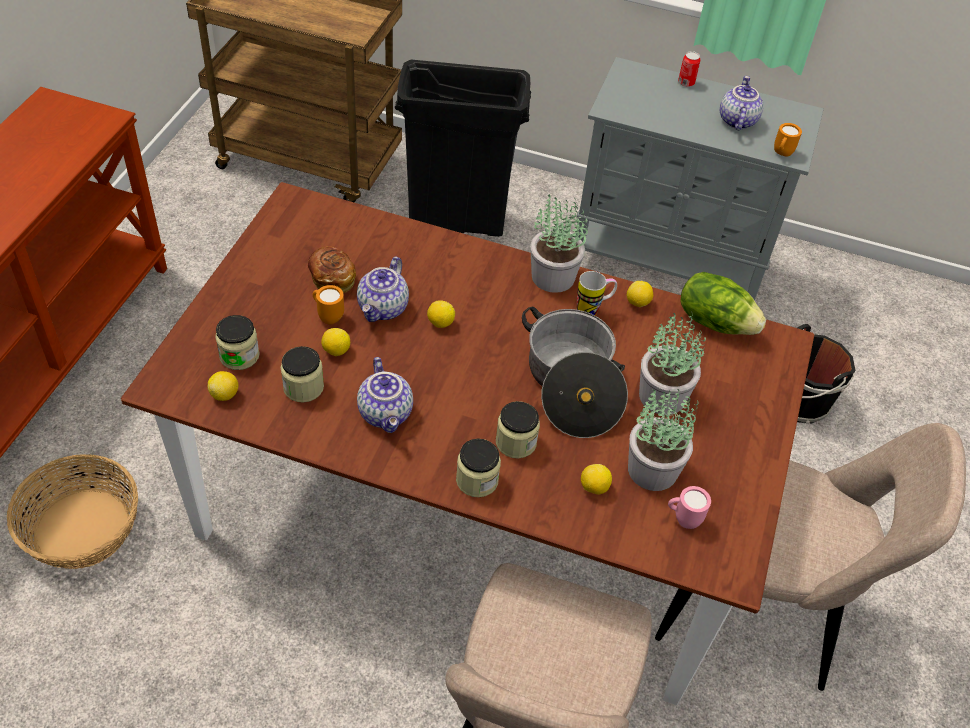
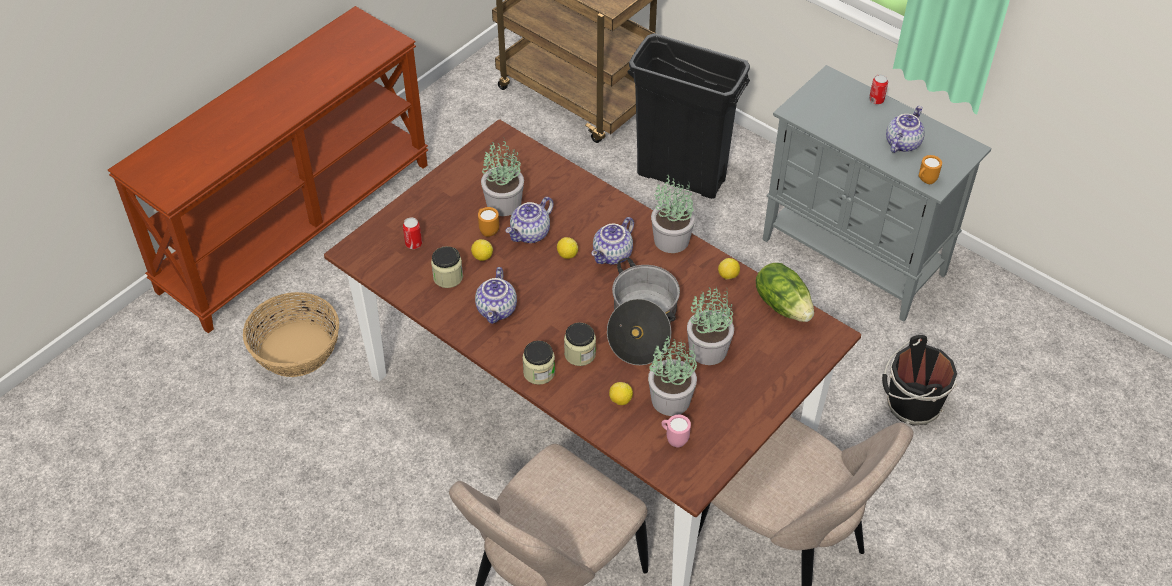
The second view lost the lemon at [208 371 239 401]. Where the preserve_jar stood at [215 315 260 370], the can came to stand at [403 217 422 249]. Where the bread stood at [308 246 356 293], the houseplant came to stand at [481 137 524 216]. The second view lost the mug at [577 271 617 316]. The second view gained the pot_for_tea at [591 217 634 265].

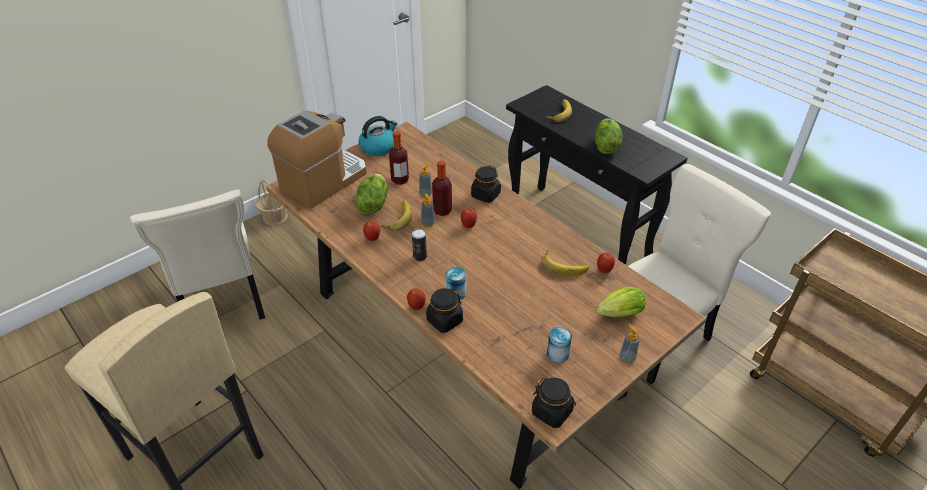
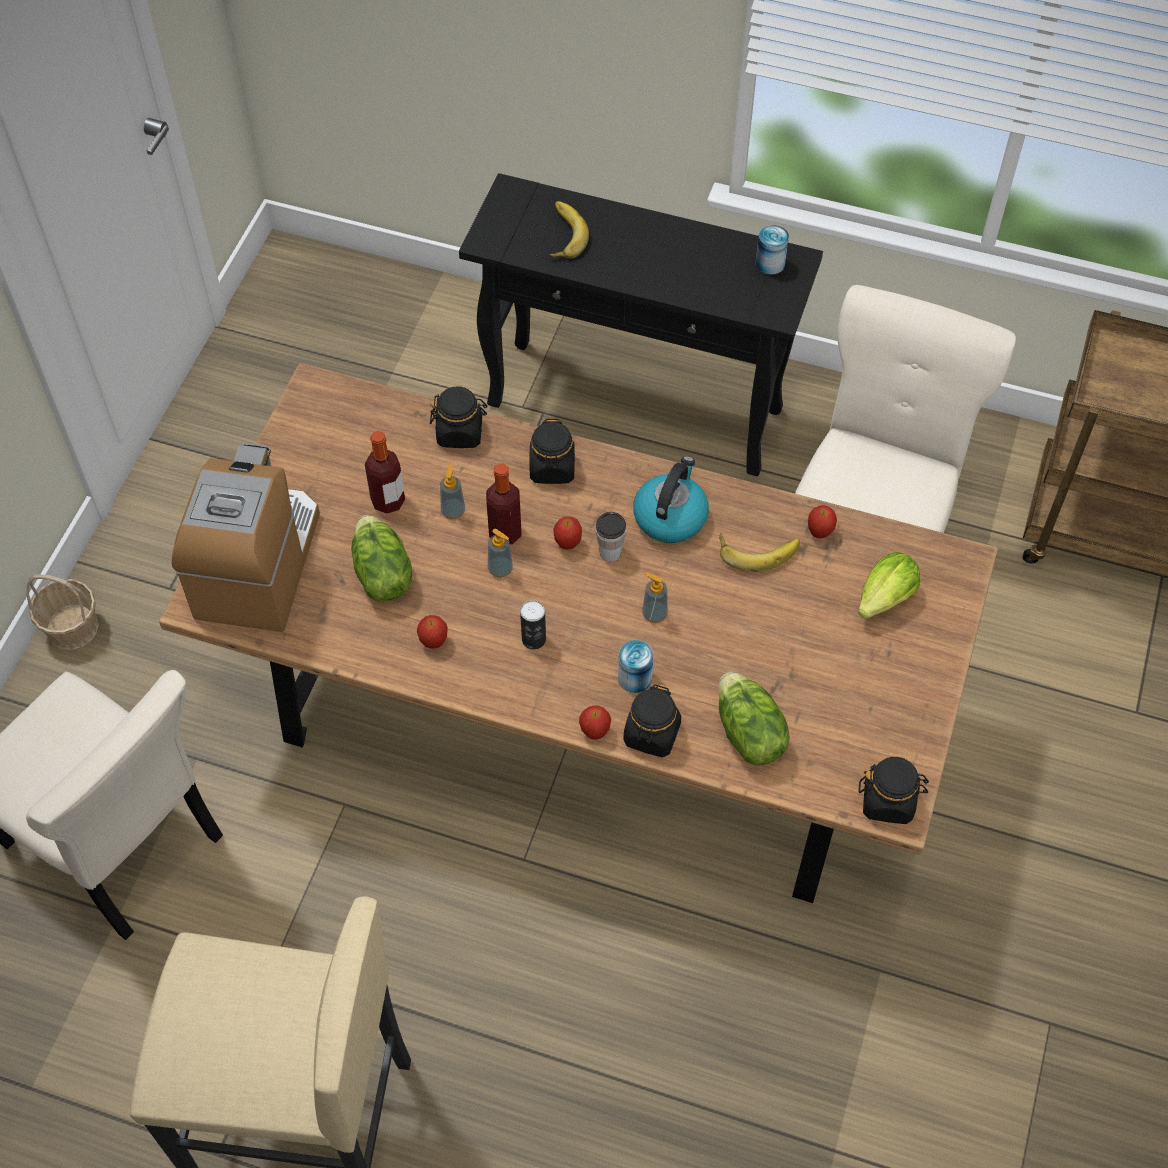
The tea_kettle ended up elsewhere, having gone from [359 116 397 156] to [633 456 709 543]. The second view lost the banana_fruit at [380 200 412 231]. The can ended up elsewhere, having gone from [547 327 572 363] to [756 225 789 275]. The lettuce_head ended up elsewhere, having gone from [595 118 622 154] to [718 672 790 766]. The soap_dispenser ended up elsewhere, having gone from [619 324 640 364] to [642 573 668 623]. The second view gained the black_preserve_jar at [430 386 488 448]. The second view gained the drinking_cup at [596 512 626 561].

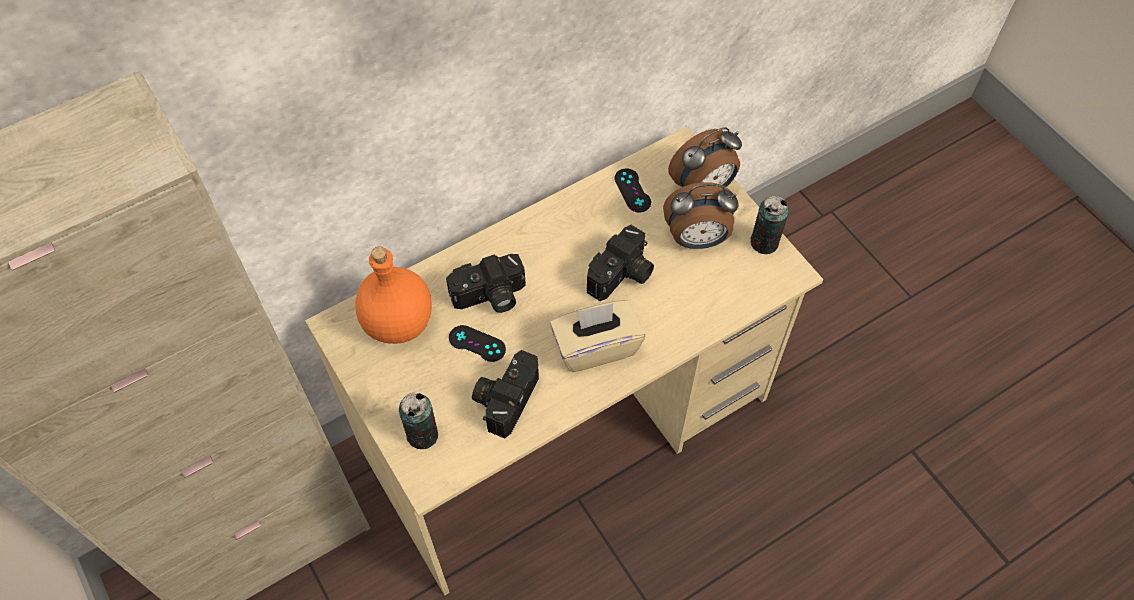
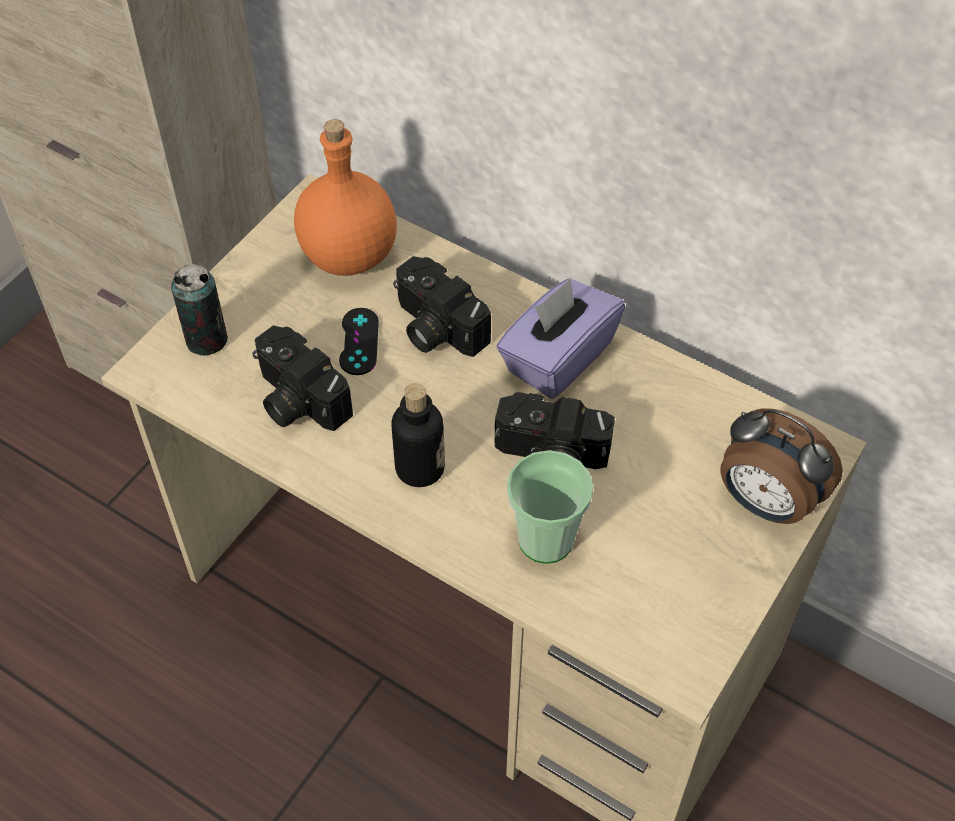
The still_camera at [472 350 539 438] ended up facing another way, 135 degrees counterclockwise from before. Where the beige_tissue_box stood at [550 300 645 372], the drink_bottle came to stand at [391 383 445 487]. The second view lost the black_gamepad at [614 168 651 212]. The second view lost the bedside_clock at [663 182 738 249]. The second view lost the can at [751 196 789 254]. The second view gained the purplish_tissue_box at [496 278 625 399]. The second view gained the drinking_cup at [507 450 594 564].

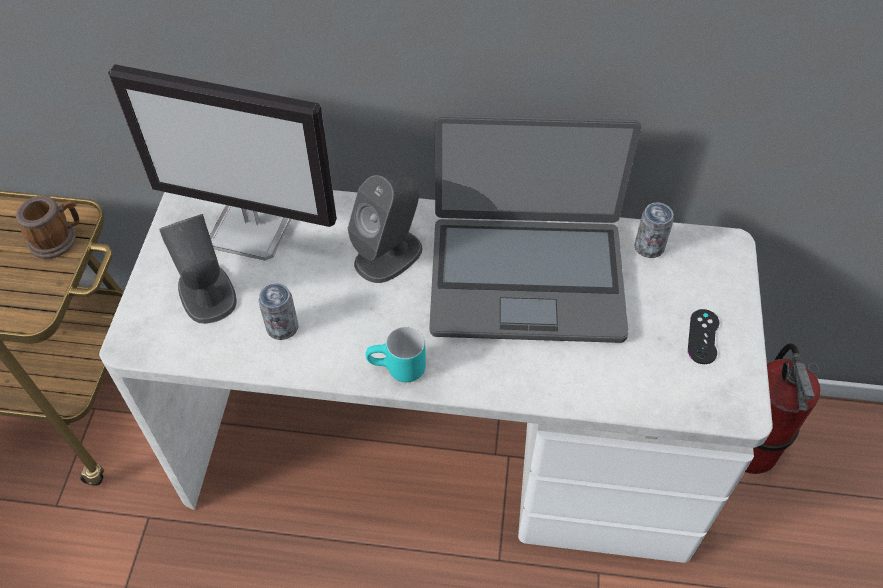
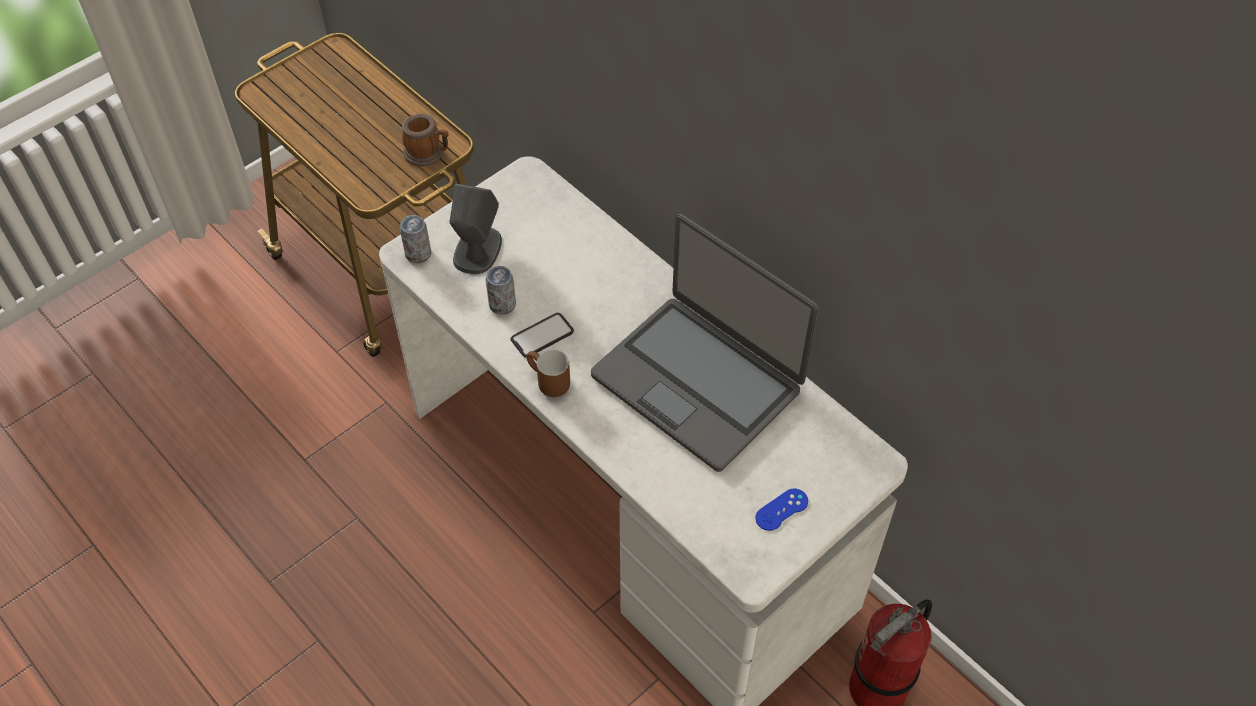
The second view lost the computer_display at [108 64 337 261]. The second view lost the grey_speaker at [348 173 422 283]. What was the turquoise_mug at [366 327 426 382] turned into the brown-coloured_mug at [527 350 570 397]. The can ended up elsewhere, having gone from [634 202 674 258] to [400 215 431 263]. What was the black_gamepad at [688 309 719 364] turned into the blue_gamepad at [755 488 808 531]. The second view gained the telephone at [511 313 574 357].

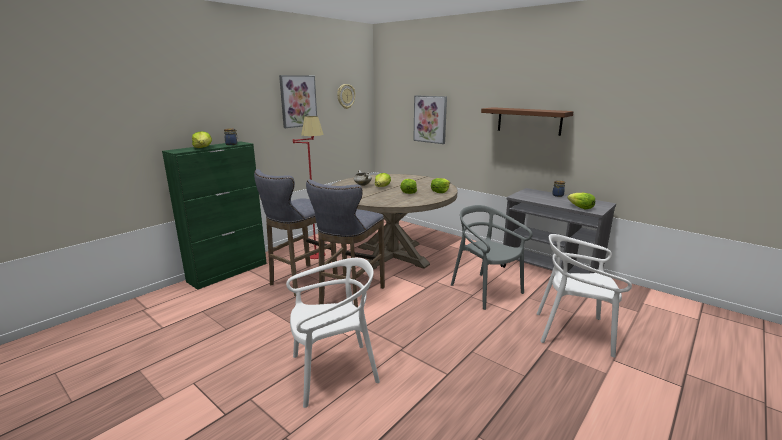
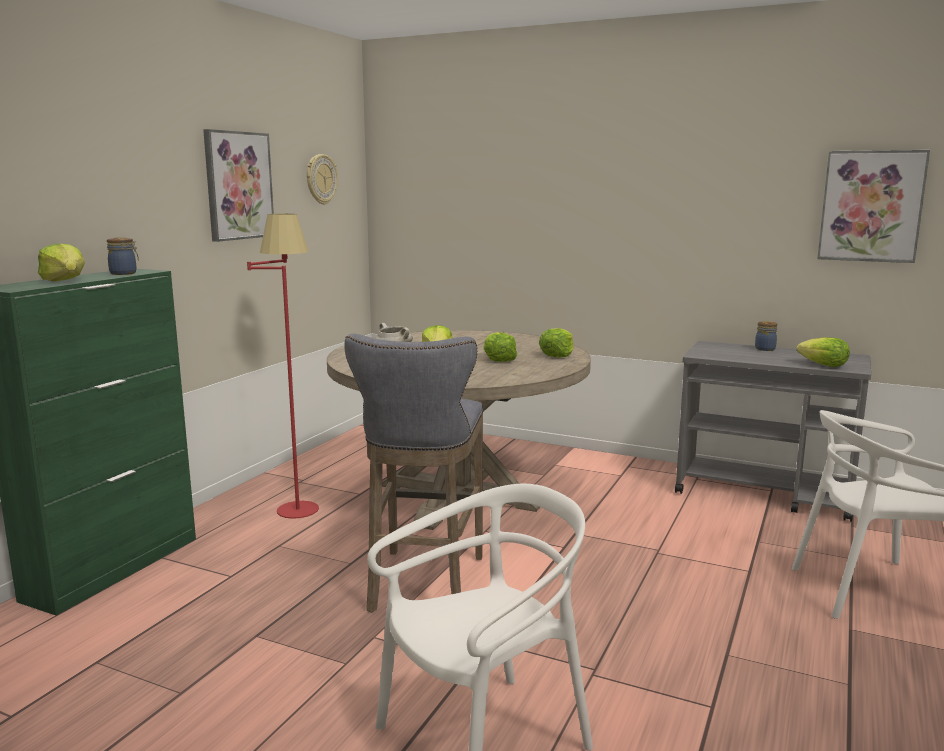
The second view lost the grey_stool at [254 169 338 296]. The wall_picture ended up elsewhere, having gone from [413 95 447 144] to [817 150 930 263]. The second view lost the grey_plain_chair at [451 205 533 310]. The second view lost the brown-coloured_bracket_shelf at [481 107 574 136].

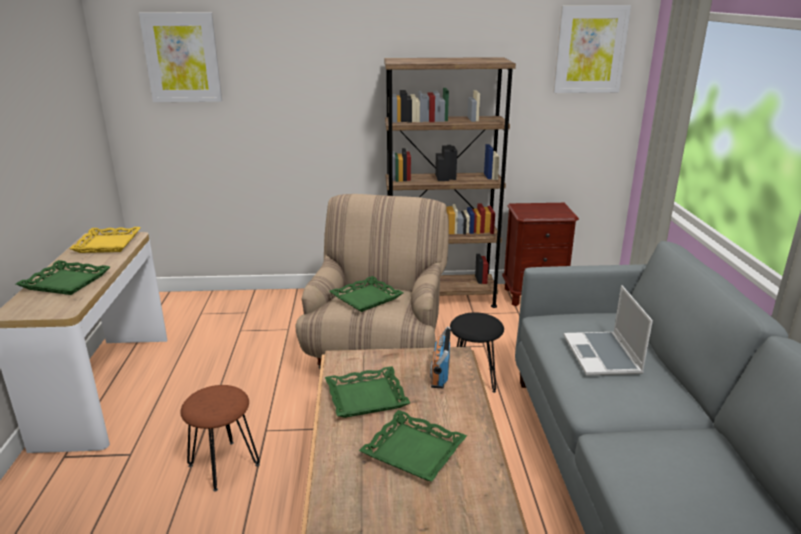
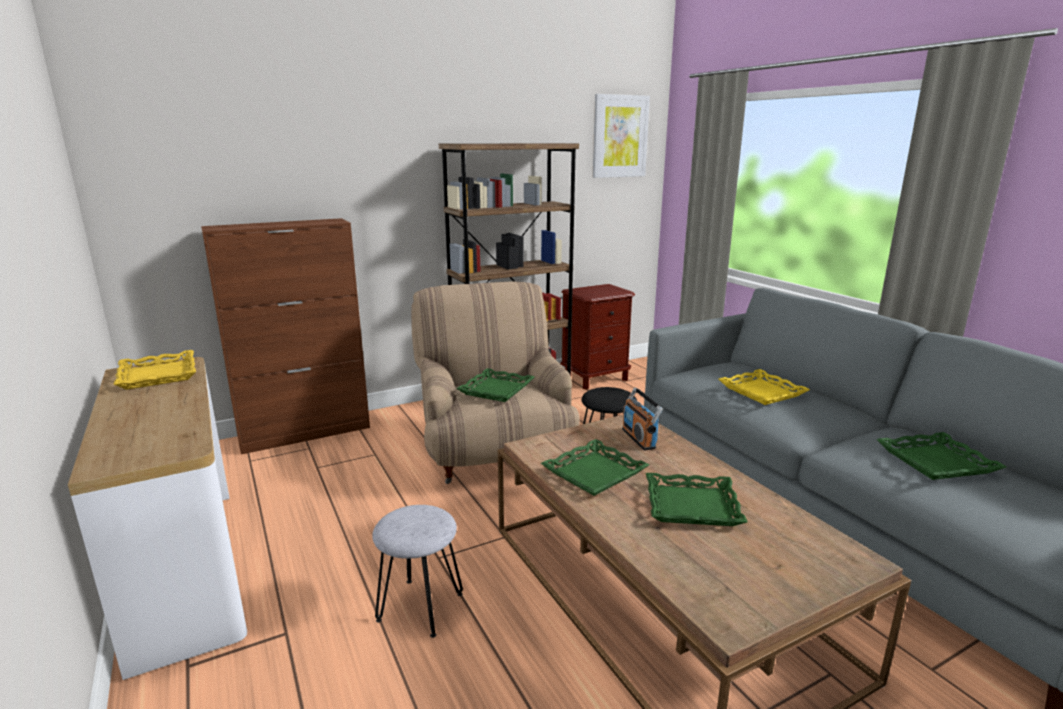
The greenish_serving_tray ended up elsewhere, having gone from [16 260 110 295] to [877 432 1006 480]. The second view lost the wall_picture at [139 12 222 102]. What was the brown-coloured_stool at [181 385 260 492] turned into the grey_stool at [372 505 463 638]. Where the laptop stood at [564 285 653 375], the yellowish_serving_tray came to stand at [719 369 810 405]. The second view gained the brown-coloured_storage_cabinet at [201 218 370 455].

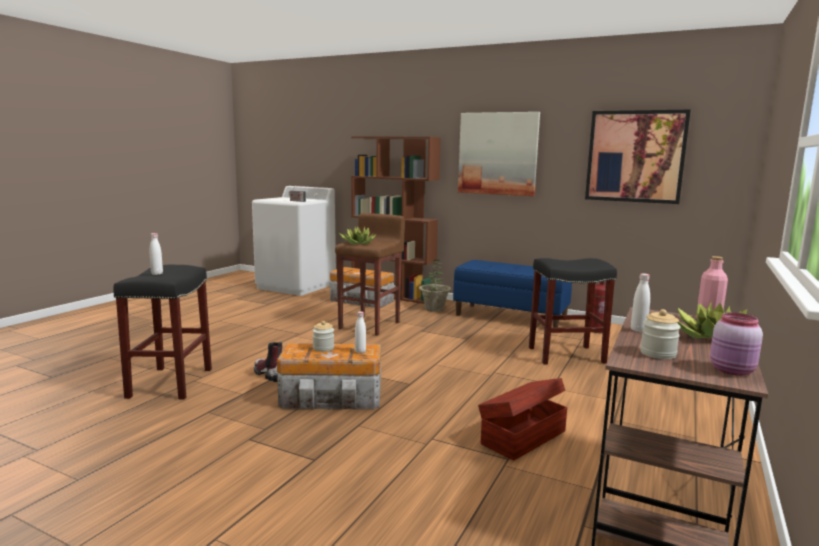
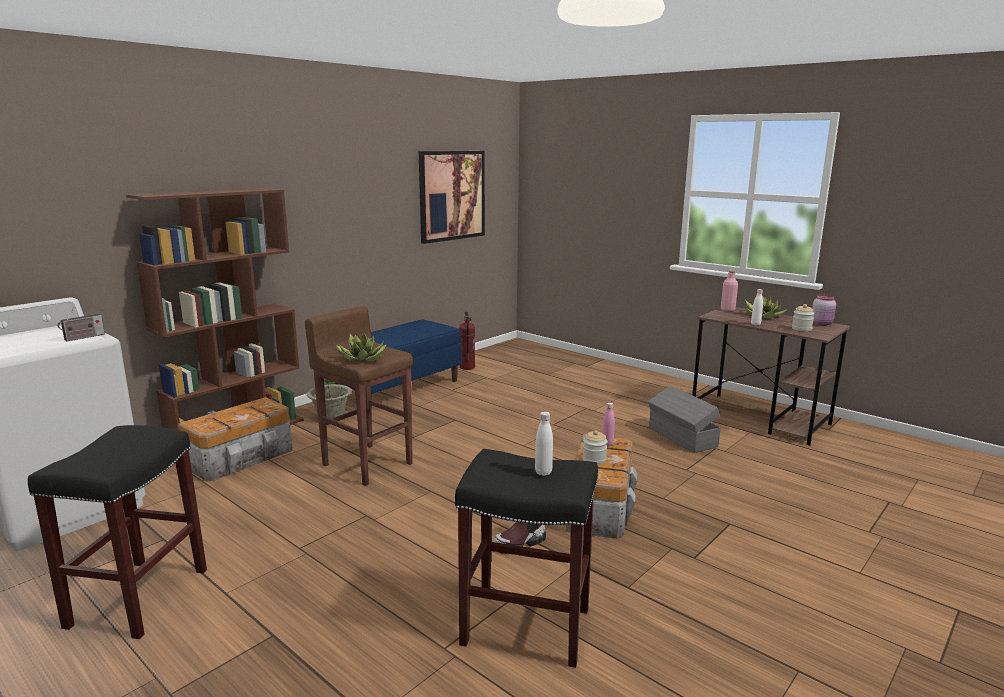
What was the white-coloured_drink_bottle at [355 311 366 353] turned into the pink_drink_bottle at [602 402 615 446]. The second view lost the wall_picture at [458 112 540 196]. What was the brown-coloured_storage_box at [478 378 567 461] turned into the grey_storage_box at [648 386 721 453]. The black_stool ended up elsewhere, having gone from [529 258 617 365] to [28 425 207 639].

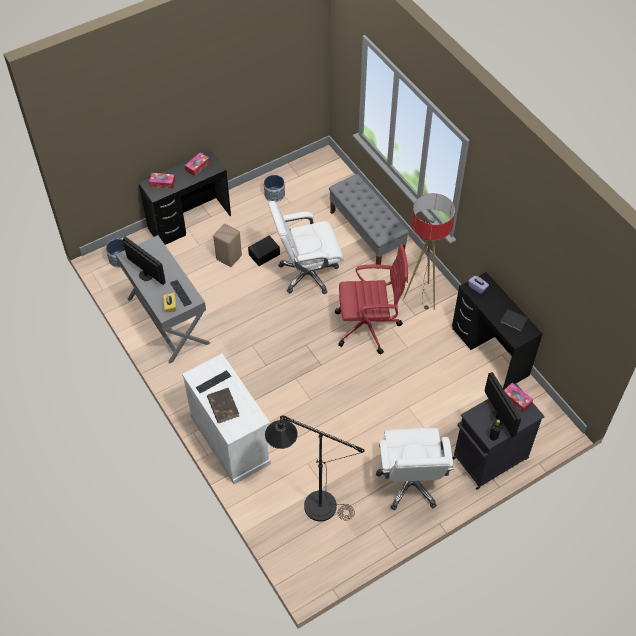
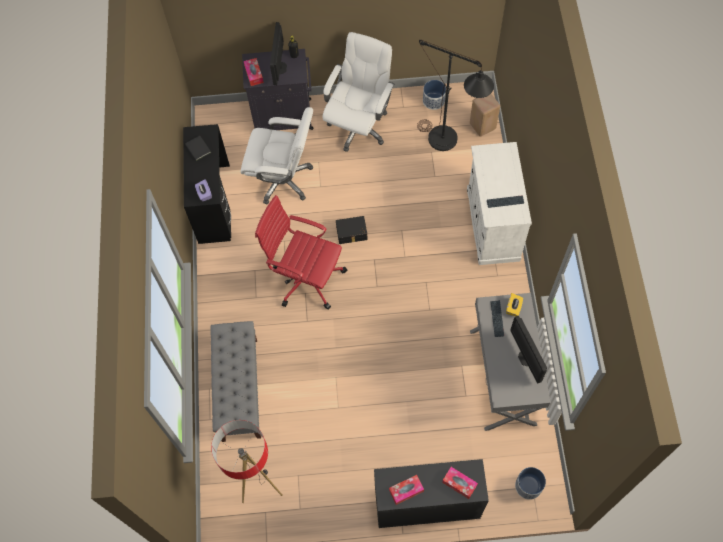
The second view lost the brown-coloured_volume at [207 388 239 423]. The beige_stool ended up elsewhere, having gone from [213 224 242 267] to [470 94 500 137]. The black_storage_box ended up elsewhere, having gone from [248 236 280 266] to [336 216 368 244]. The planter ended up elsewhere, having gone from [264 175 285 202] to [423 80 446 110]. The white-coloured_computer_chair ended up elsewhere, having gone from [268 201 344 294] to [240 107 313 205]. The floor_lamp ended up elsewhere, having gone from [403 193 455 310] to [211 420 283 503].

